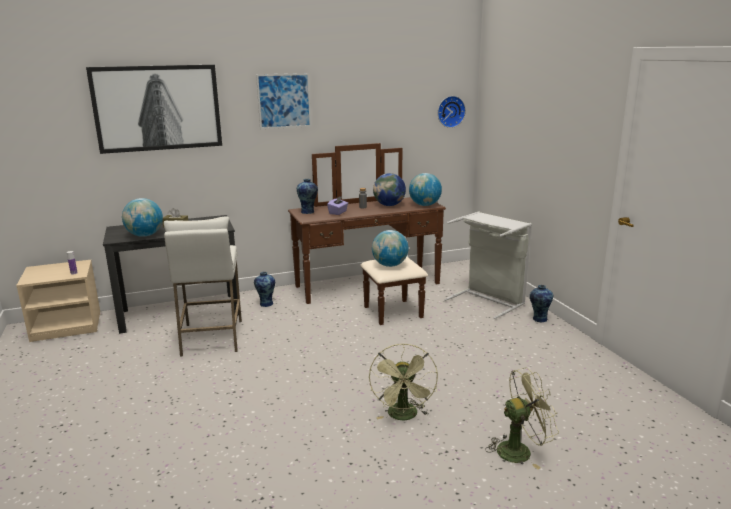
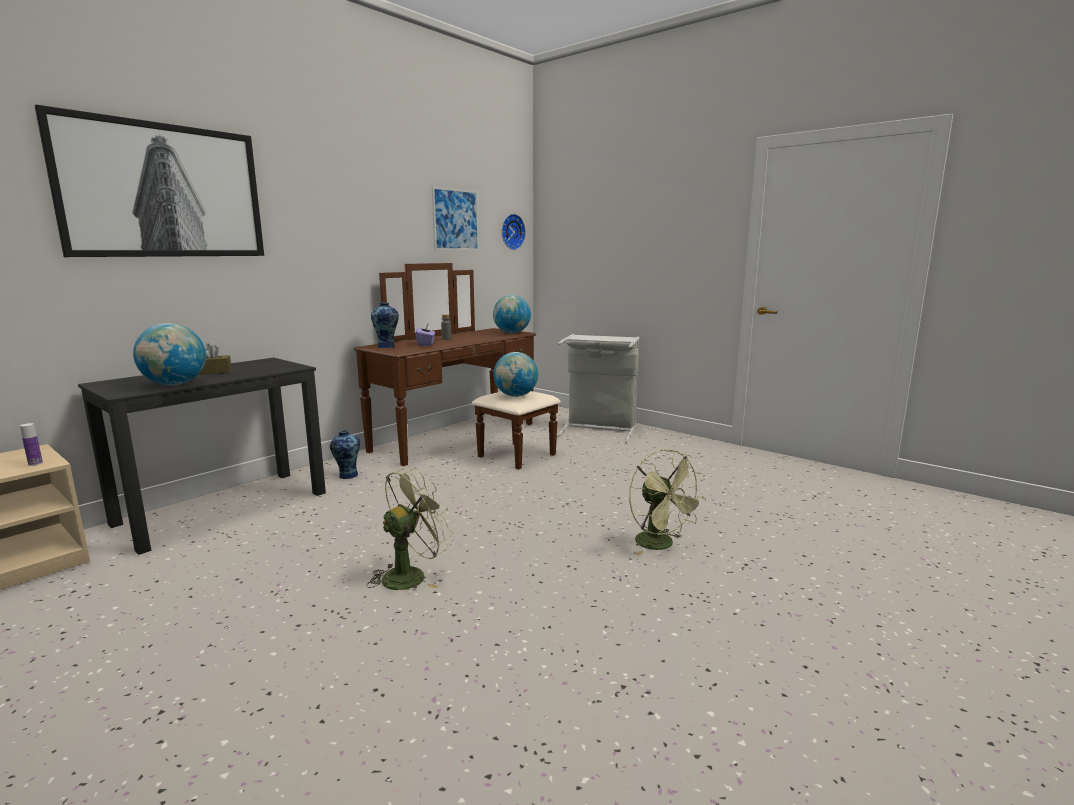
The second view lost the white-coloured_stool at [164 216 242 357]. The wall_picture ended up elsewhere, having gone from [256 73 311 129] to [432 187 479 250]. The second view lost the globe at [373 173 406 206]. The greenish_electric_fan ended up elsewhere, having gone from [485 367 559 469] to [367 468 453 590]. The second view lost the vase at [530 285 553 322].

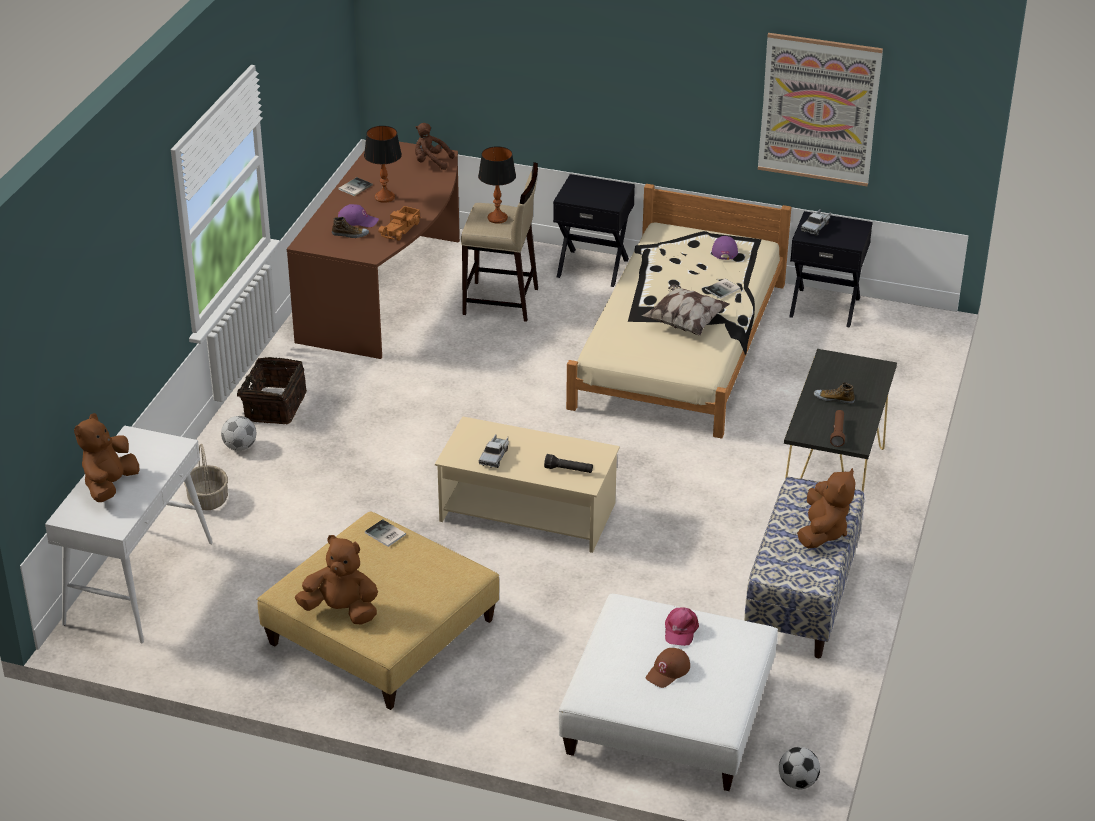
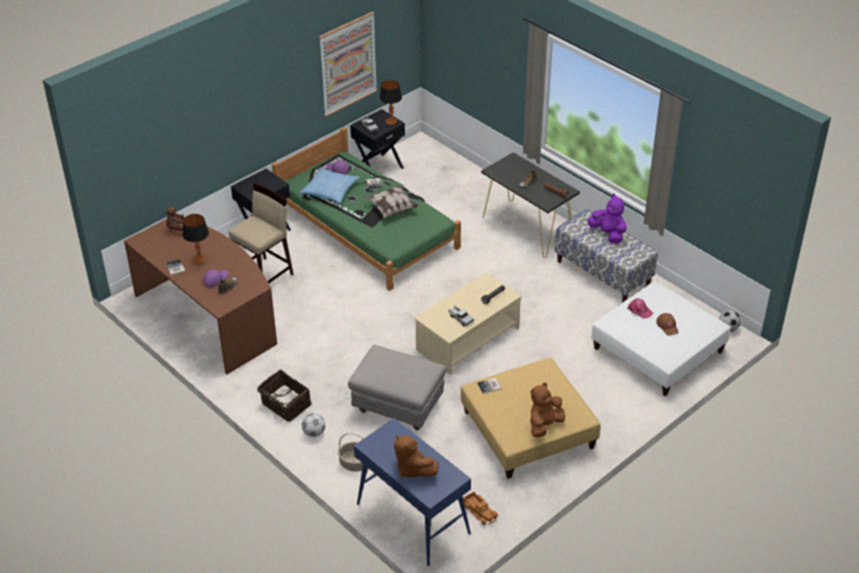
What was the white-coloured_narrow_table at [45 425 213 644] turned into the blue_narrow_table at [354 418 471 566]. The toy_lorry ended up elsewhere, having gone from [378 206 421 241] to [463 492 498 525]. The tabletop_lamp ended up elsewhere, having gone from [478 146 516 224] to [380 80 402 125]. What was the beige_bedroom_bed at [566 184 791 439] turned into the greenish_bedroom_bed at [272 127 461 291]. What was the brown-coloured_soft_toy at [797 468 856 548] turned into the purplish_soft_toy at [588 194 627 243]. The second view gained the throw_pillow at [299 167 360 203]. The second view gained the grey_pouffe at [348 345 446 430].

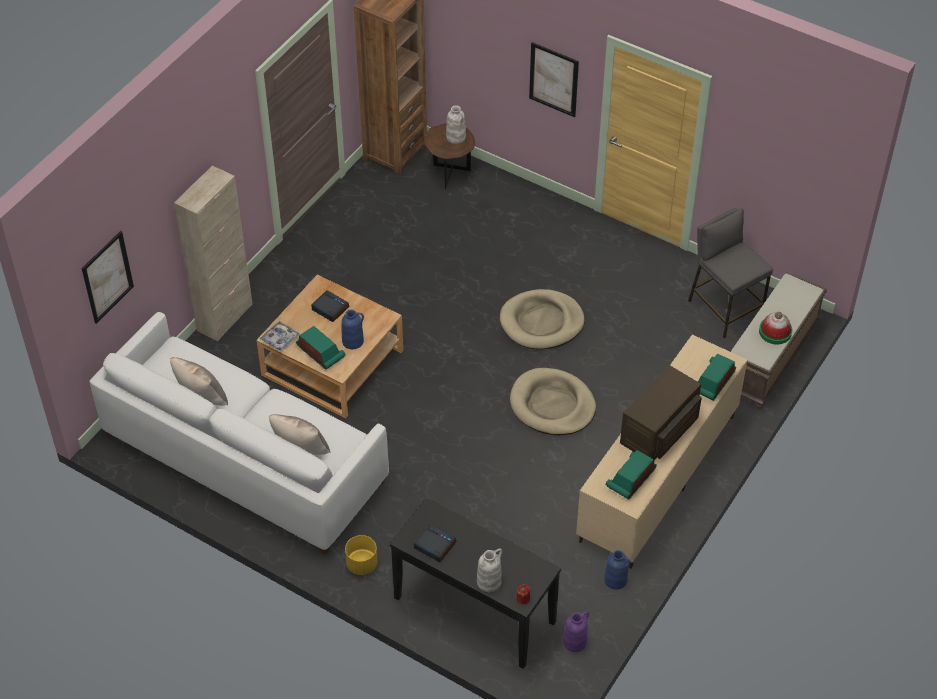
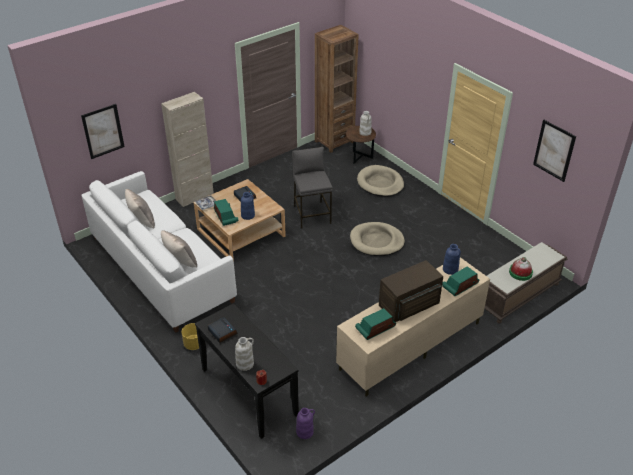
The beige_dog_cushion ended up elsewhere, having gone from [510 368 596 435] to [357 165 404 197]. The wall_picture ended up elsewhere, having gone from [529 42 579 117] to [533 120 576 182]. The blue_vase ended up elsewhere, having gone from [604 550 631 590] to [443 244 461 275]. The grey_stool ended up elsewhere, having gone from [688 208 773 339] to [292 147 333 228].

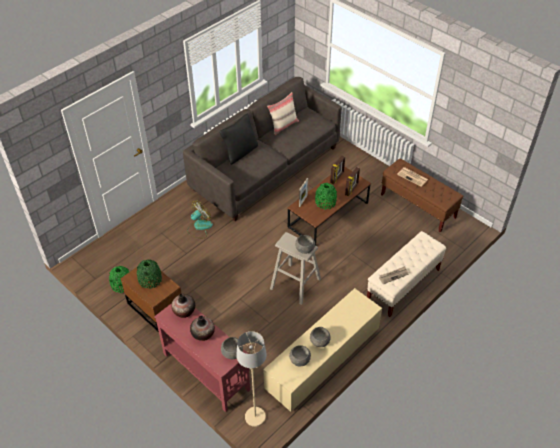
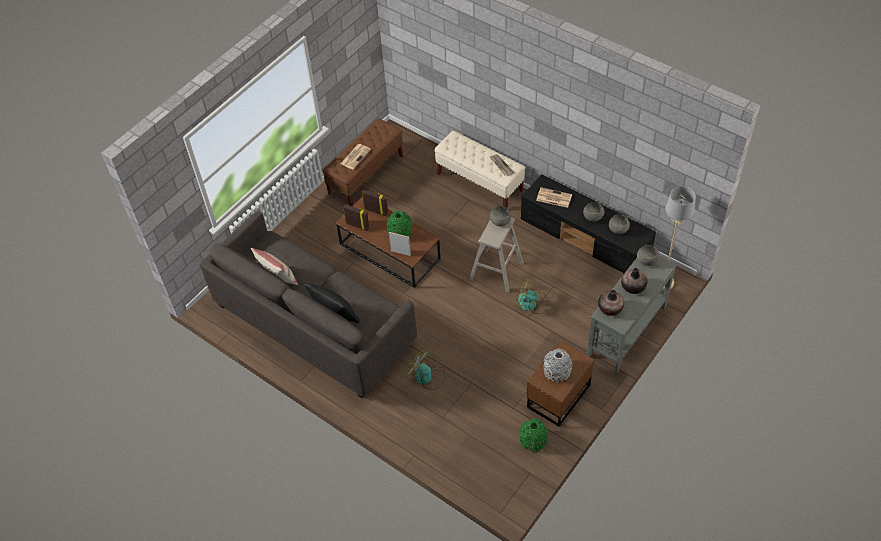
What was the greenish_vase at [137 259 162 289] turned into the grey_vase at [544 348 573 382]. What was the reddish_narrow_table at [154 303 250 412] turned into the grey_narrow_table at [587 256 677 374]. What was the beige_tv_unit at [263 288 382 412] turned into the black_tv_unit at [521 174 656 273]. The second view gained the electric_fan at [515 279 548 314]. The second view gained the daily_paper at [536 187 572 208].

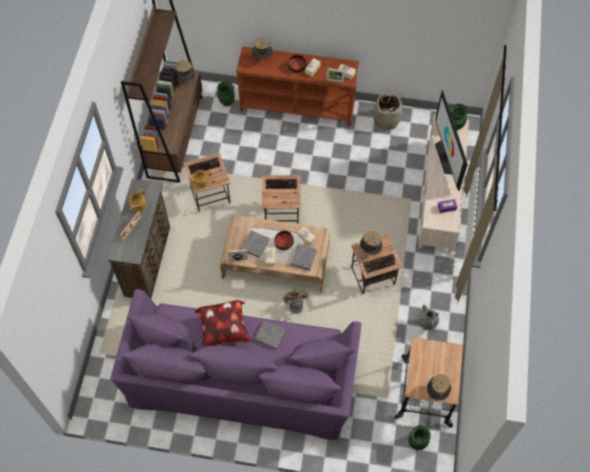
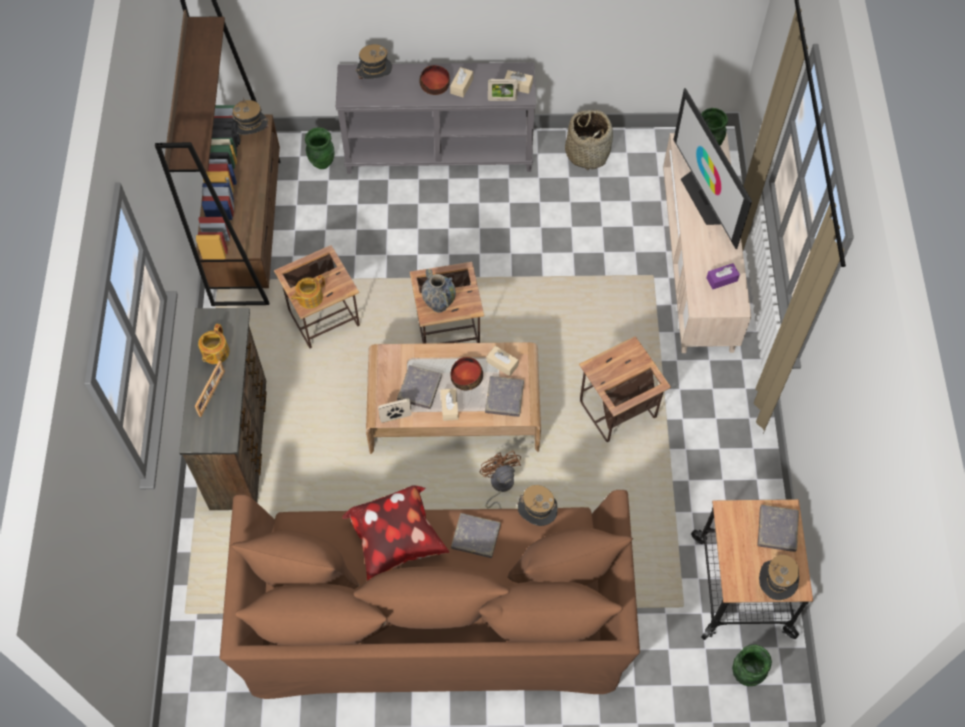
What was the purplish_sofa at [110 289 362 440] turned into the brown-coloured_sofa at [220 490 640 699]. What was the brown-coloured_narrow_table at [236 46 359 126] turned into the grey_narrow_table at [336 62 536 174]. The clothing_hat ended up elsewhere, having gone from [359 231 382 255] to [517 485 558 526]. The vase ended up elsewhere, having gone from [418 305 439 330] to [422 268 456 313]. The second view gained the grey_volume at [758 505 799 552].

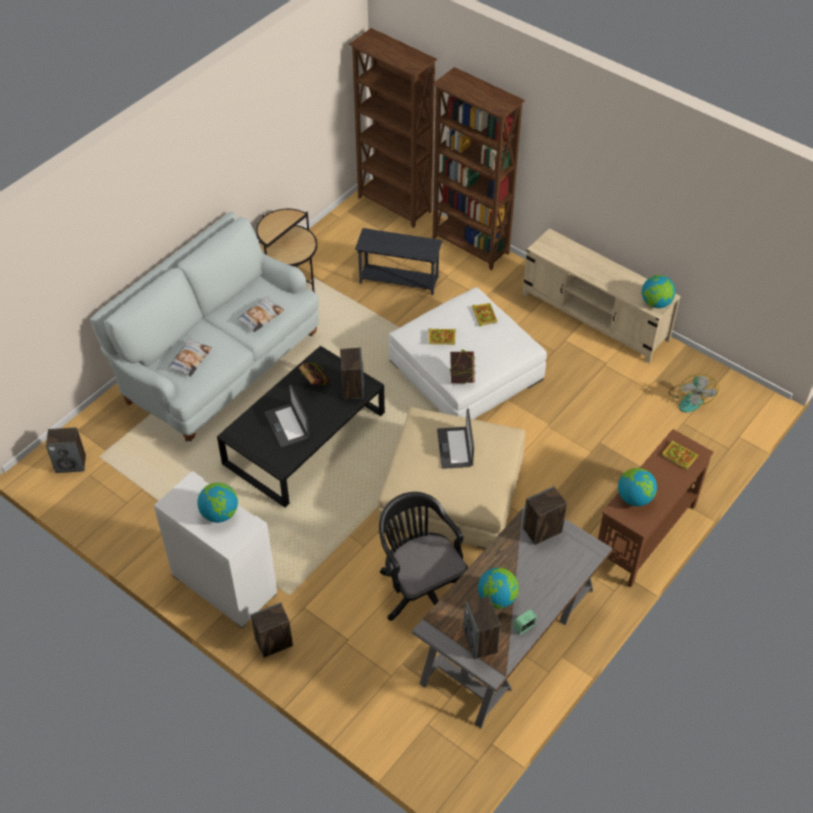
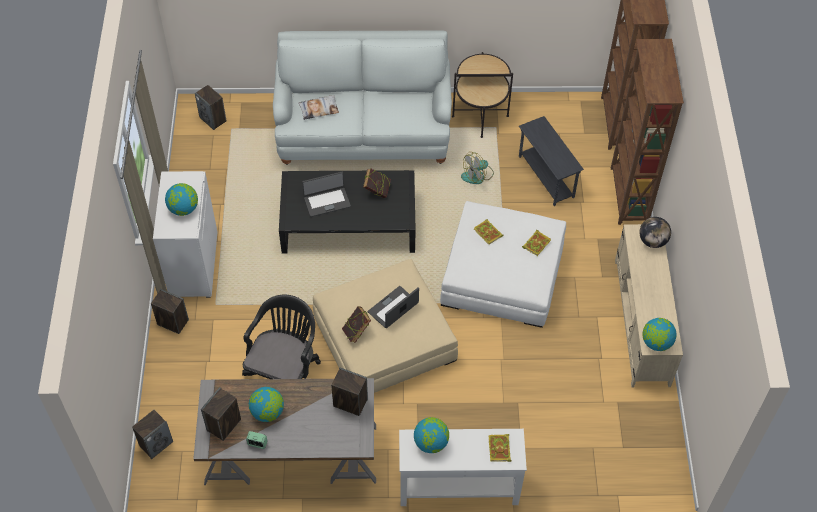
The second view lost the throw_pillow at [237 296 284 332]. The laptop at [265 385 310 447] ended up facing another way, 135 degrees counterclockwise from before. The speaker ended up elsewhere, having gone from [340 347 364 400] to [132 410 173 459]. The volume ended up elsewhere, having gone from [449 349 475 384] to [342 306 371 343]. What was the brown-coloured_narrow_table at [598 429 714 588] turned into the white-coloured_narrow_table at [399 429 527 506]. The electric_fan ended up elsewhere, having gone from [669 374 719 413] to [461 152 494 184]. The second view gained the globe at [639 217 671 248].

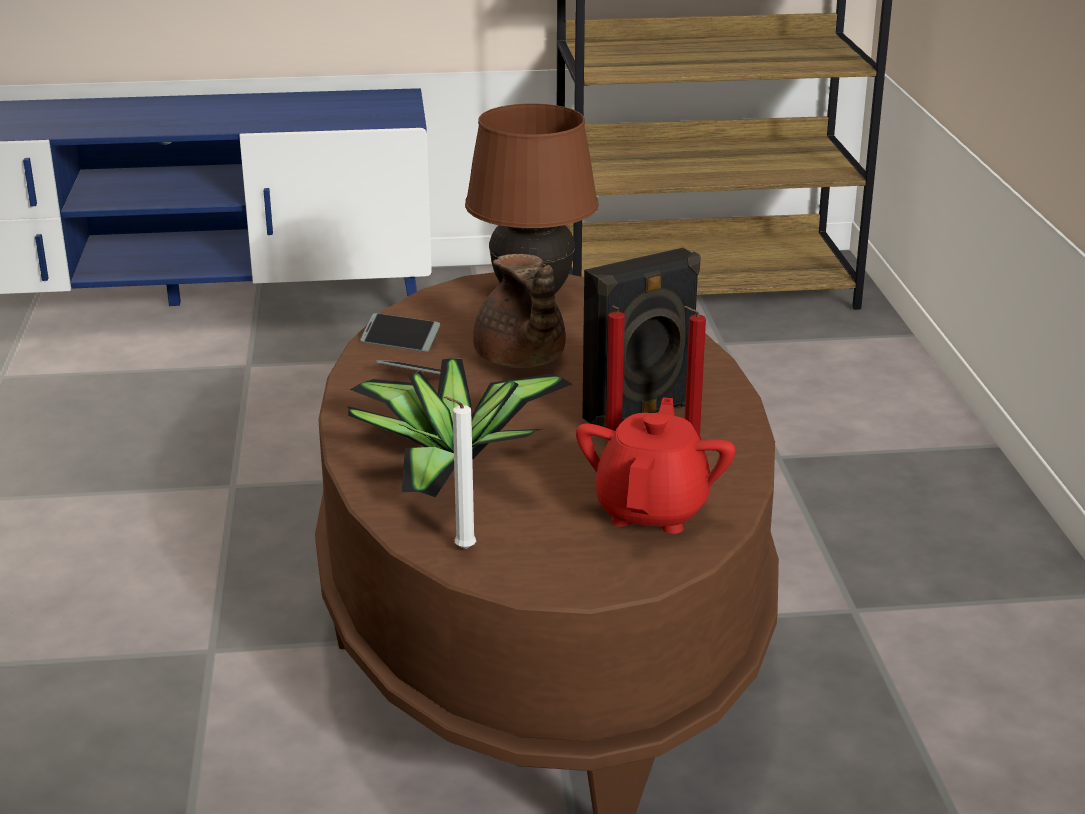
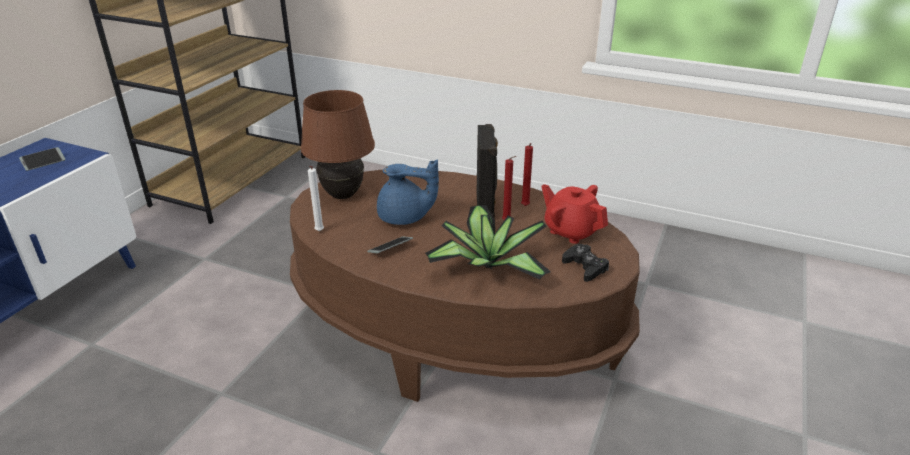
The telephone ended up elsewhere, having gone from [360 313 440 352] to [19 147 66 171]. The white-coloured_wax_light ended up elsewhere, having gone from [444 397 476 549] to [308 166 324 231]. What was the brown-coloured_pot_for_tea at [473 254 566 368] turned into the blue_pot_for_tea at [377 160 439 225]. The second view gained the black_gamepad at [562 244 609 282].

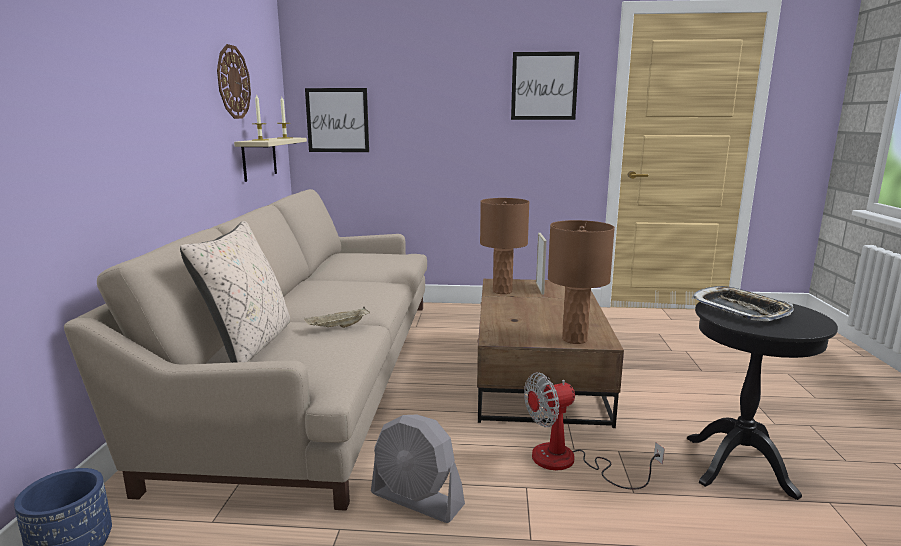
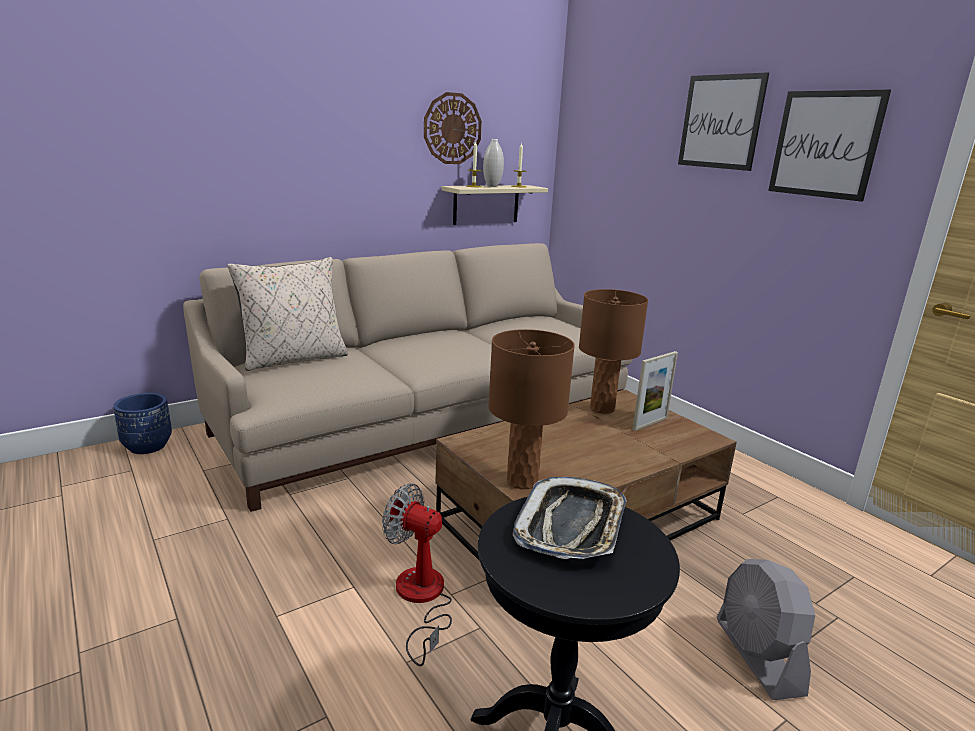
The second view lost the beige_serving_tray at [304 307 370 328]. The wall_picture ended up elsewhere, having gone from [305 88 369 152] to [678 72 769 171]. The grey_electric_fan ended up elsewhere, having gone from [371 415 465 523] to [717 559 815 700]. The second view gained the white-coloured_vase at [483 139 504 187].

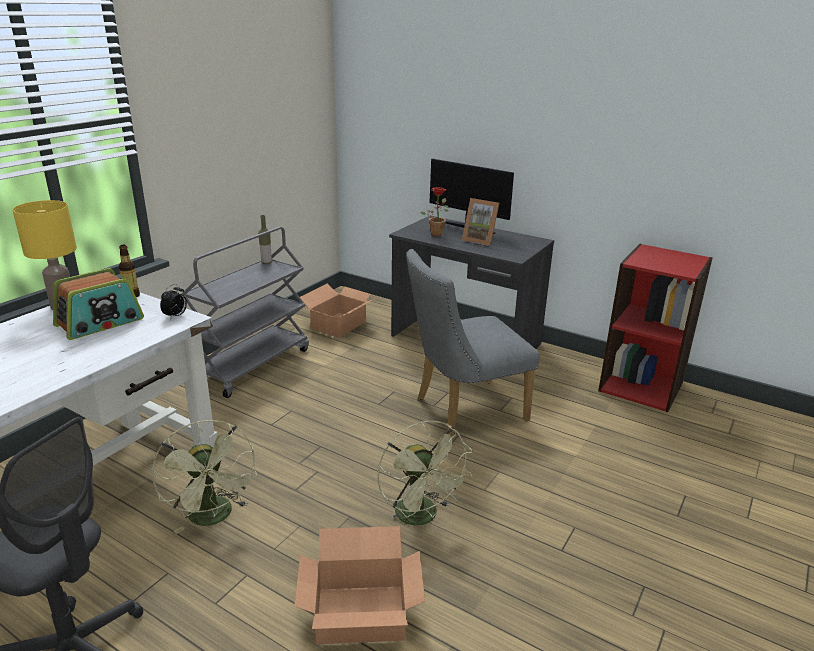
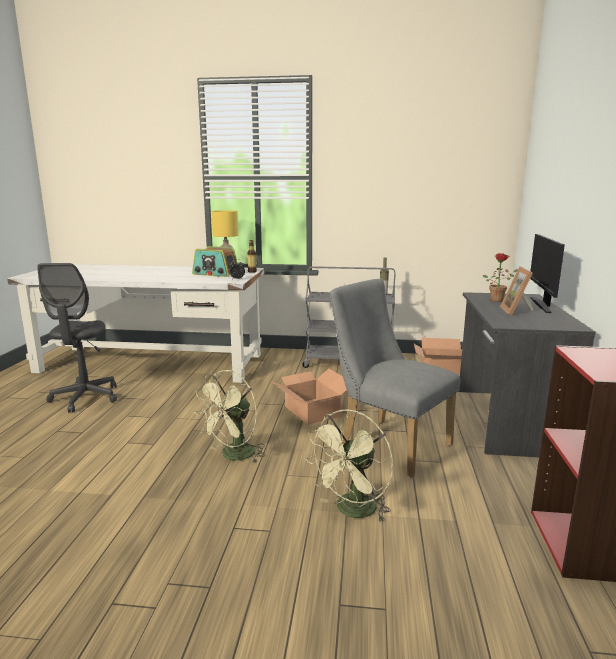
The greenish_electric_fan ended up elsewhere, having gone from [152 420 257 534] to [305 409 393 523]. The cardboard_box ended up elsewhere, having gone from [294 526 425 644] to [271 369 347 425].

